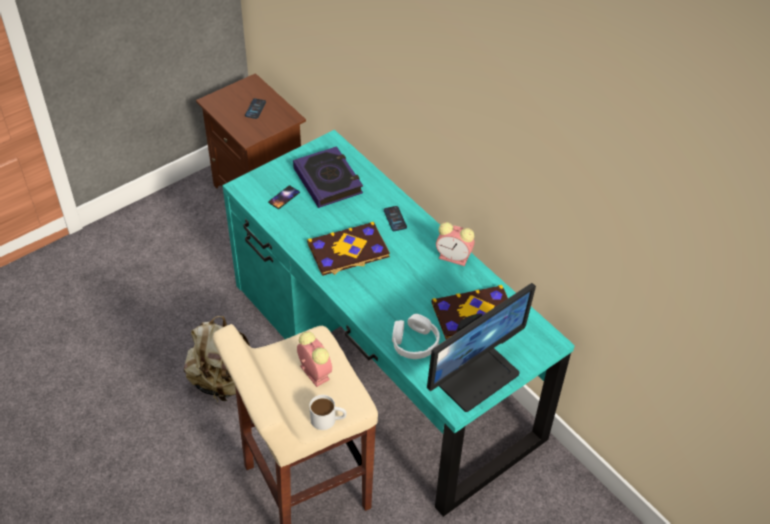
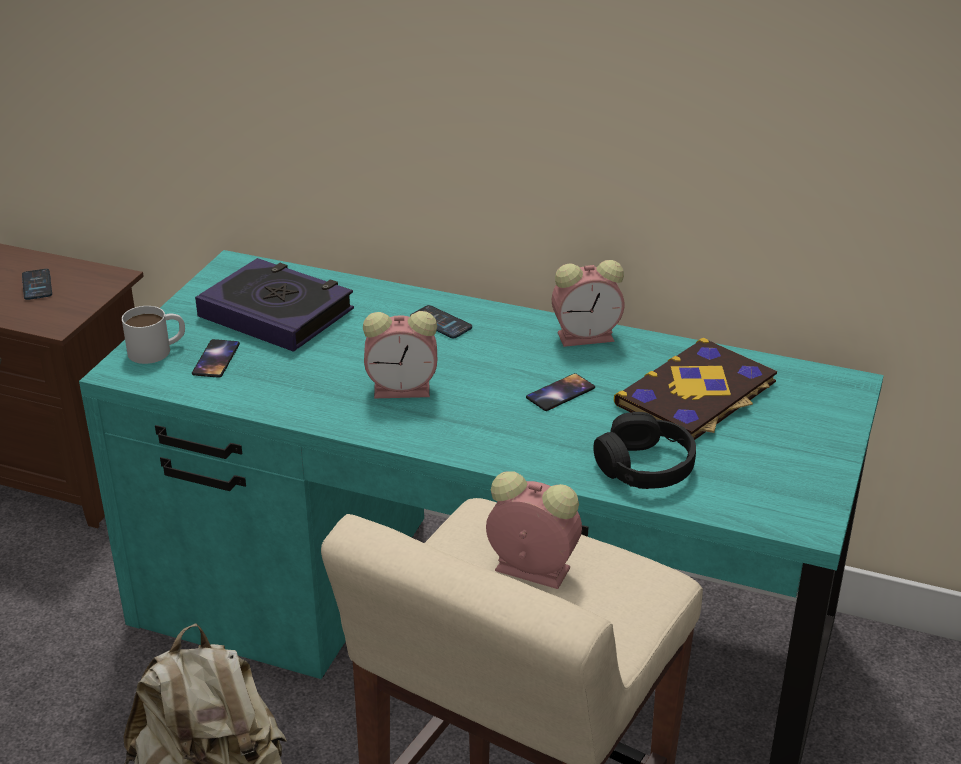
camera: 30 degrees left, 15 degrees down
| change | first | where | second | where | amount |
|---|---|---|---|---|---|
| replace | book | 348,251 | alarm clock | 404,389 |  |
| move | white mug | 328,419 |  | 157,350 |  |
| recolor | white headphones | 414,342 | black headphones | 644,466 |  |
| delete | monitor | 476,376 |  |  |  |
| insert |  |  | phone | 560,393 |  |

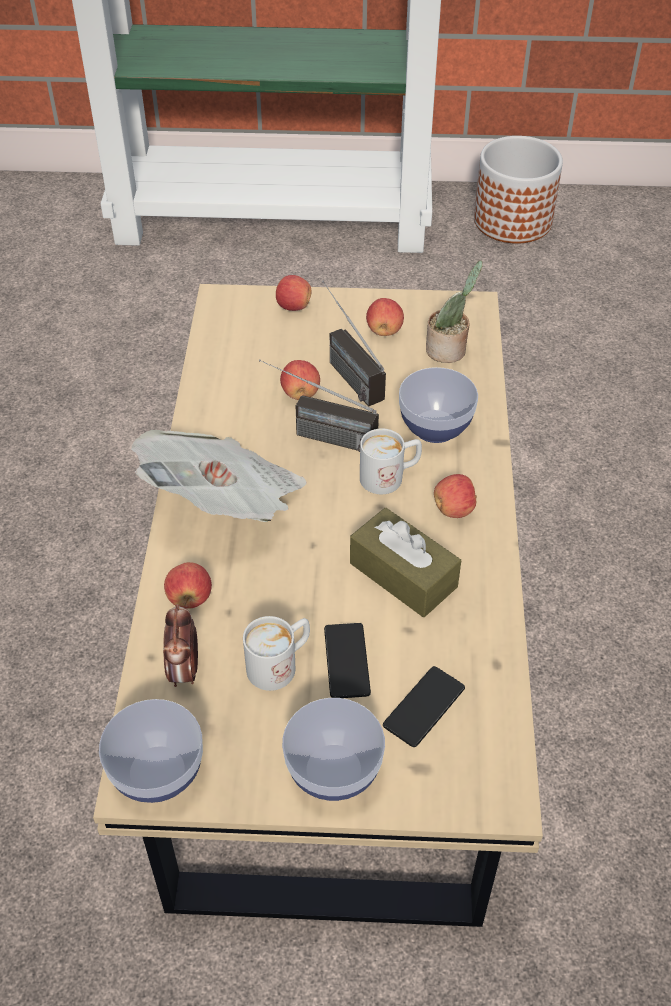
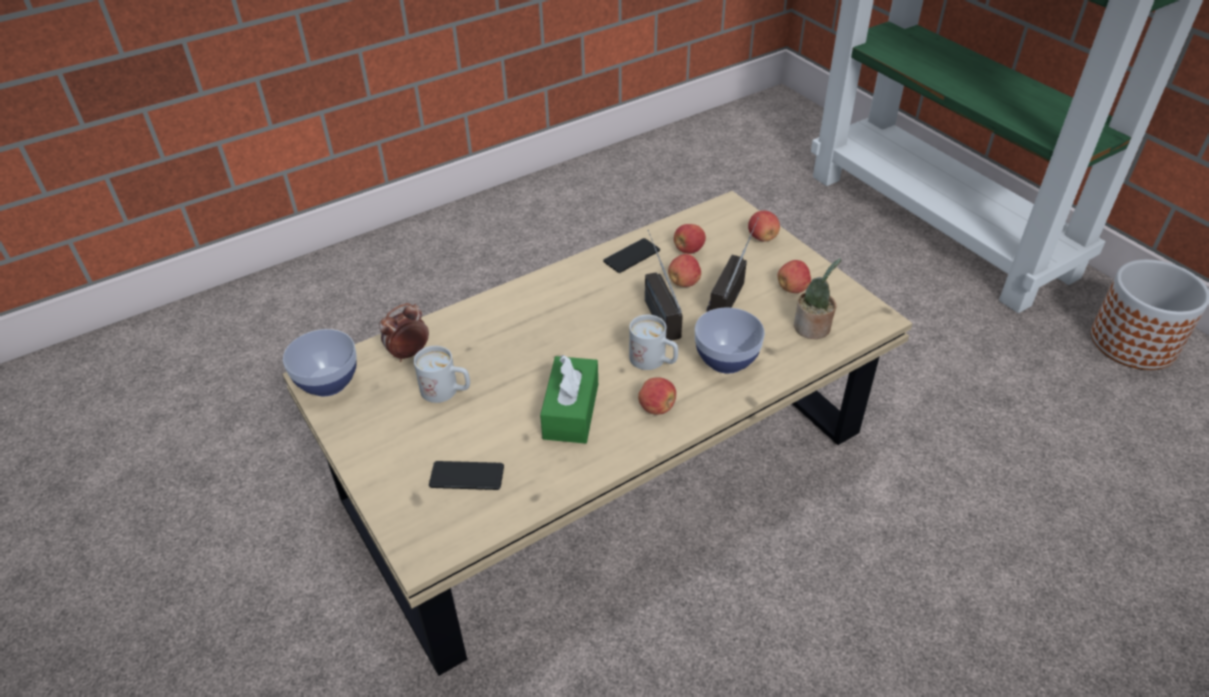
camera: 55 degrees right, 5 degrees down
| change | first | where | second | where | amount |
|---|---|---|---|---|---|
| delete | newspaper | 226,503 |  |  |  |
| move | apple | 190,598 |  | 688,250 |  |
| delete | bowl | 333,771 |  |  |  |
| move | phone | 347,661 |  | 631,256 |  |
| recolor | brown tissue box | 403,575 | green tissue box | 571,411 |  |

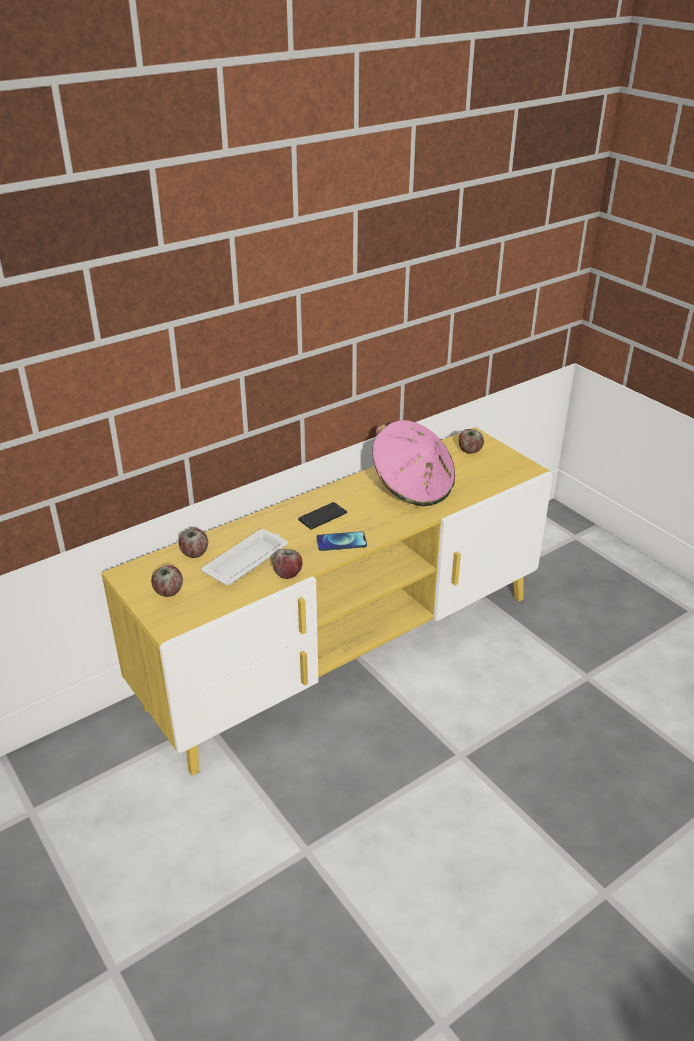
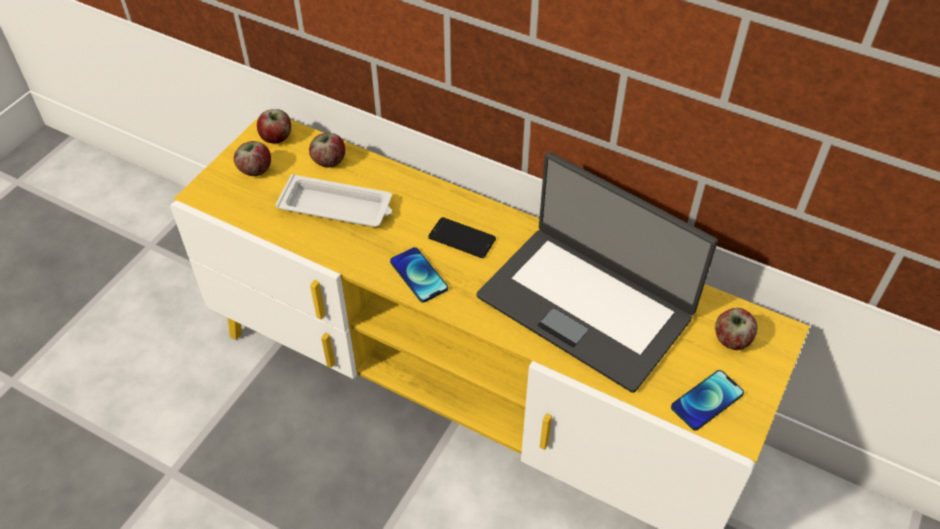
camera: 65 degrees right, 15 degrees up
| change | first | where | second | where | amount |
|---|---|---|---|---|---|
| move | apple | 288,574 |  | 277,138 |  |
| replace | pink hat | 412,487 | laptop | 586,305 |  |
| insert |  |  | phone | 707,400 |  |

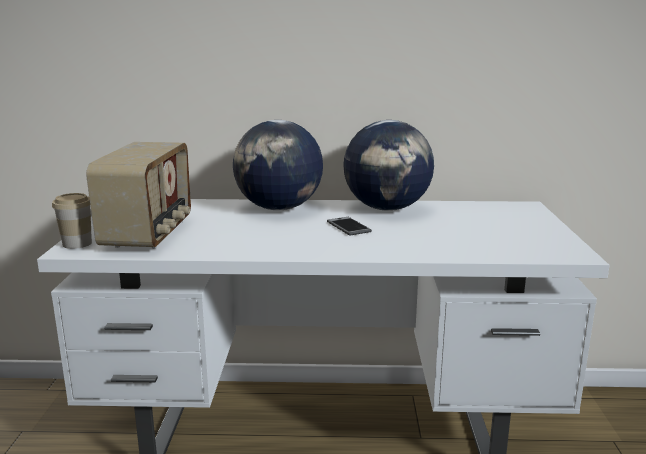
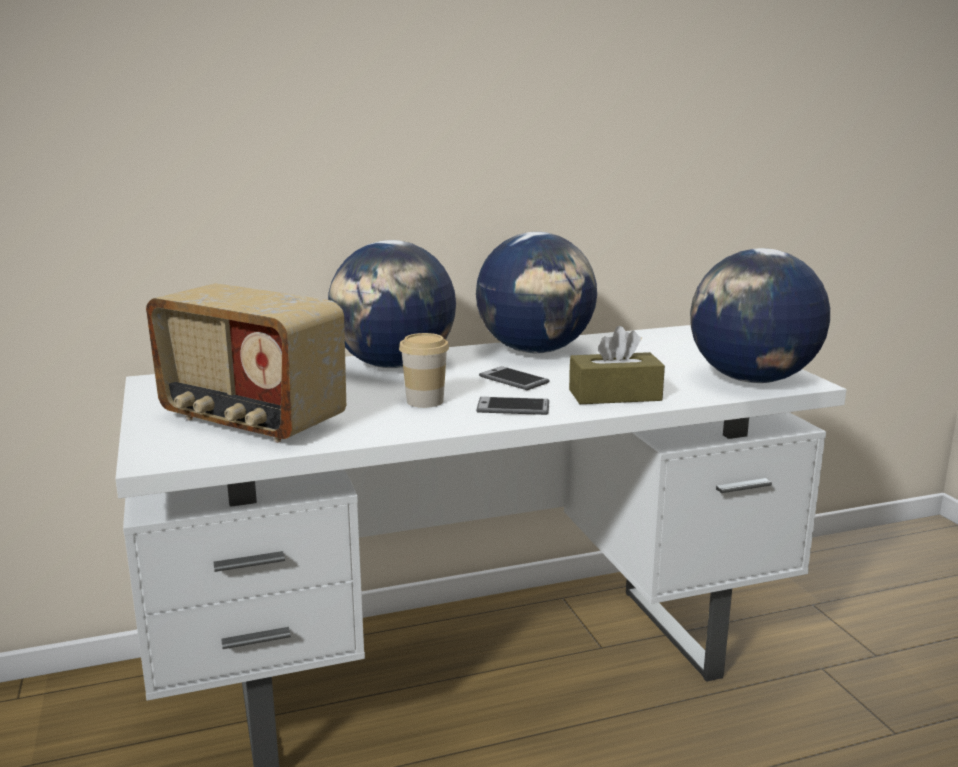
camera: 20 degrees left, 0 degrees up
| change | first | where | second | where | amount |
|---|---|---|---|---|---|
| move | cup | 77,243 |  | 425,401 |  |
| rotate | radio | 150,234 |  | 250,421 | 135 degrees clockwise |
| insert |  |  | phone | 513,407 |  |
| insert |  |  | brown tissue box | 615,395 |  |
| insert |  |  | globe | 751,379 |  |

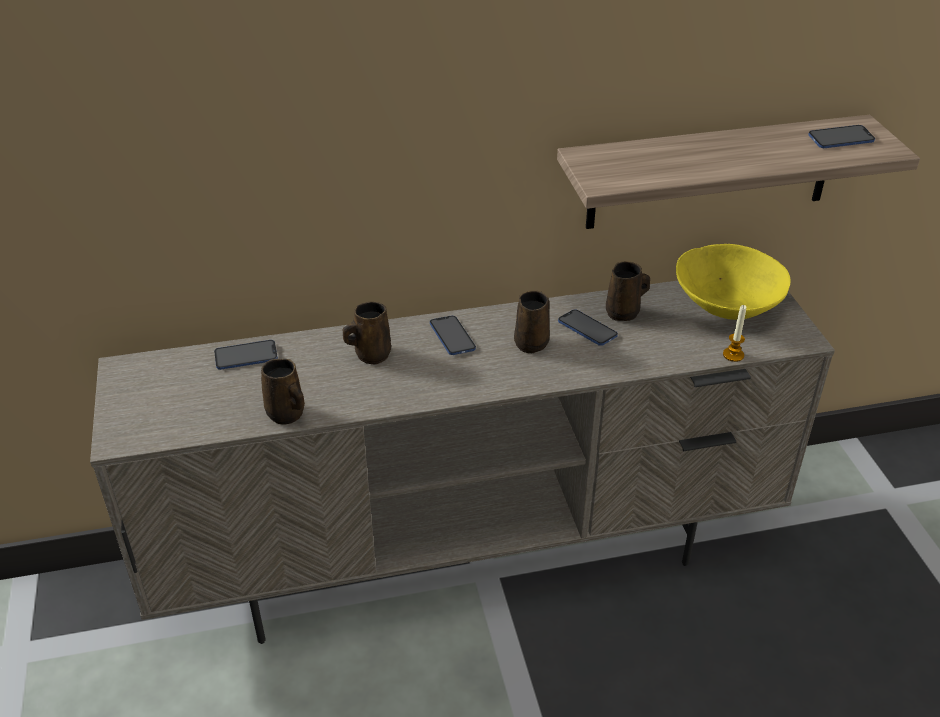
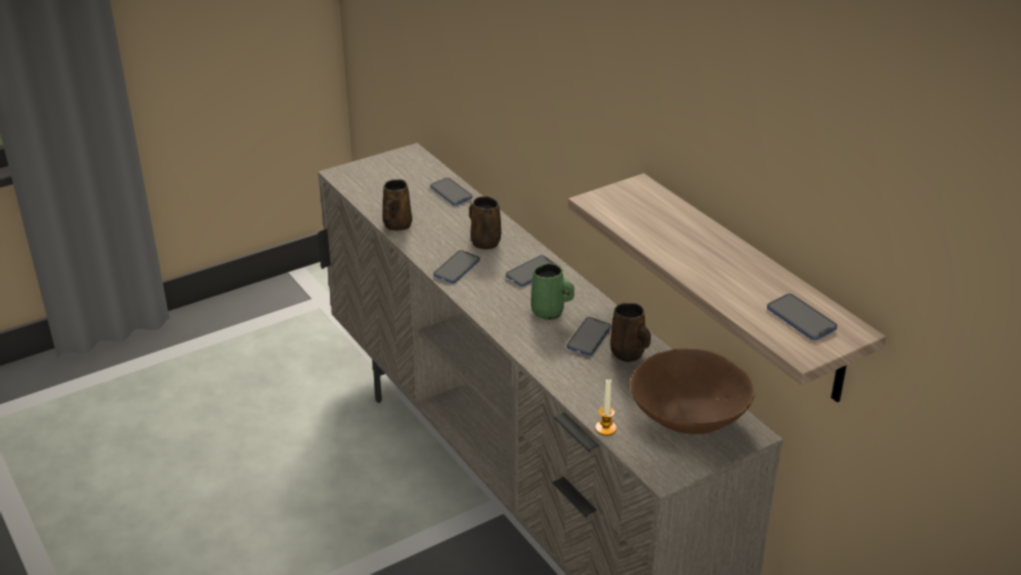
camera: 70 degrees right, 5 degrees down
| change | first | where | second | where | amount |
|---|---|---|---|---|---|
| recolor | brown mug | 532,342 | green mug | 549,313 |  |
| recolor | yellow bowl | 726,304 | brown bowl | 689,415 |  |
| insert |  |  | phone | 457,268 |  |

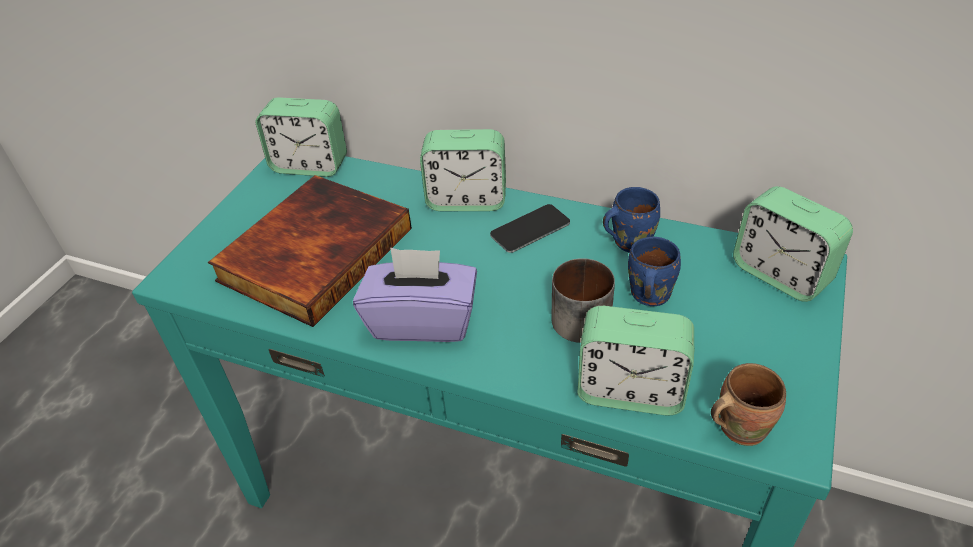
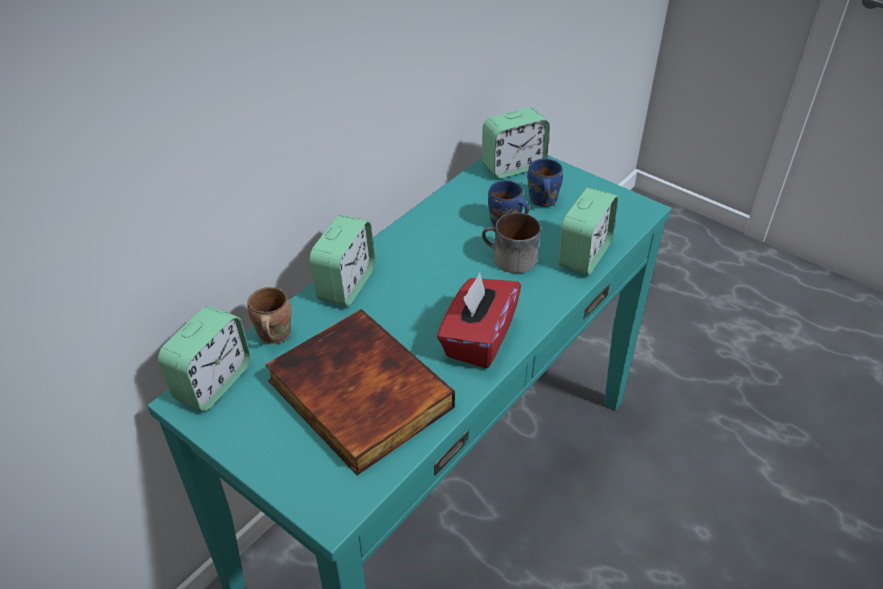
camera: 75 degrees left, 0 degrees up
| change | first | where | second | where | amount |
|---|---|---|---|---|---|
| recolor | purple tissue box | 422,320 | red tissue box | 478,338 |  |
| delete | phone | 530,229 |  |  |  |
| move | blue mug | 628,241 |  | 541,201 |  |
| move | brown mug | 738,426 |  | 272,335 |  |

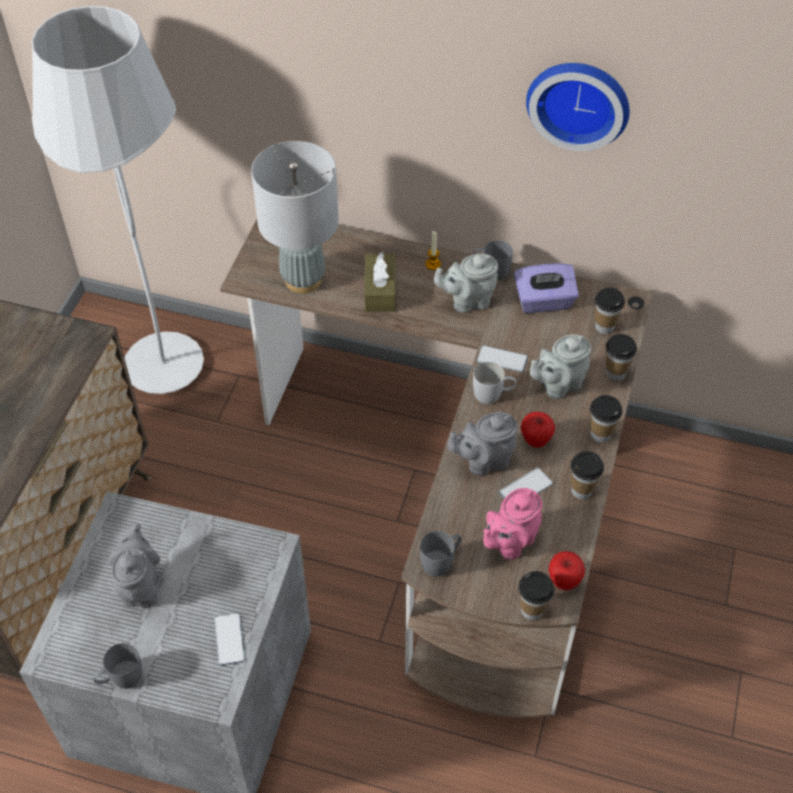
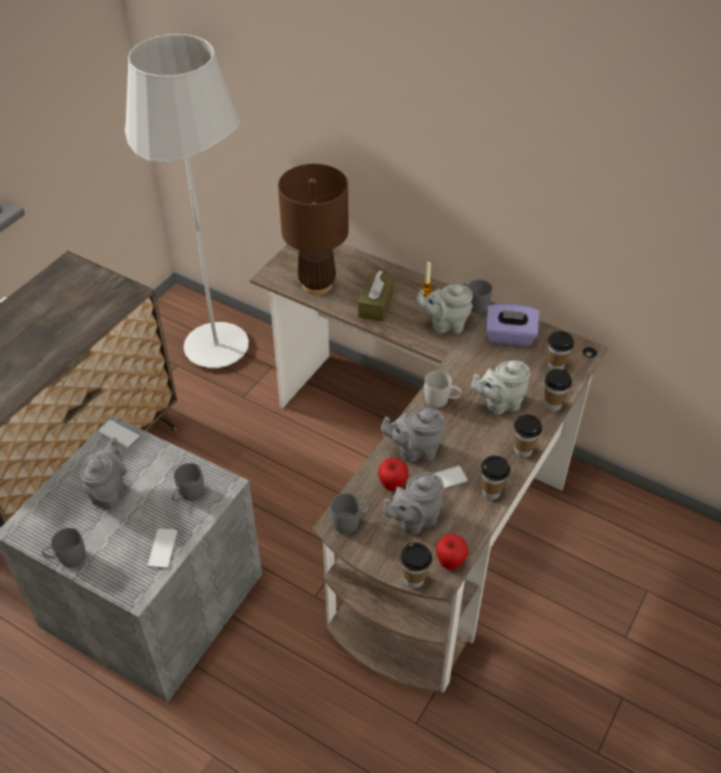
camera: 15 degrees right, 5 degrees down
| change | first | where | second | where | amount |
|---|---|---|---|---|---|
| recolor | grey table lamp | 303,280 | brown table lamp | 317,285 |  |
| move | phone | 502,359 |  | 119,434 |  |
| recolor | pink teapot | 509,542 | grey teapot | 414,520 |  |
| move | apple | 535,440 |  | 392,485 |  |
| delete | wall clock | 579,101 |  |  |  |
| insert |  |  | grey mug | 188,495 |  |

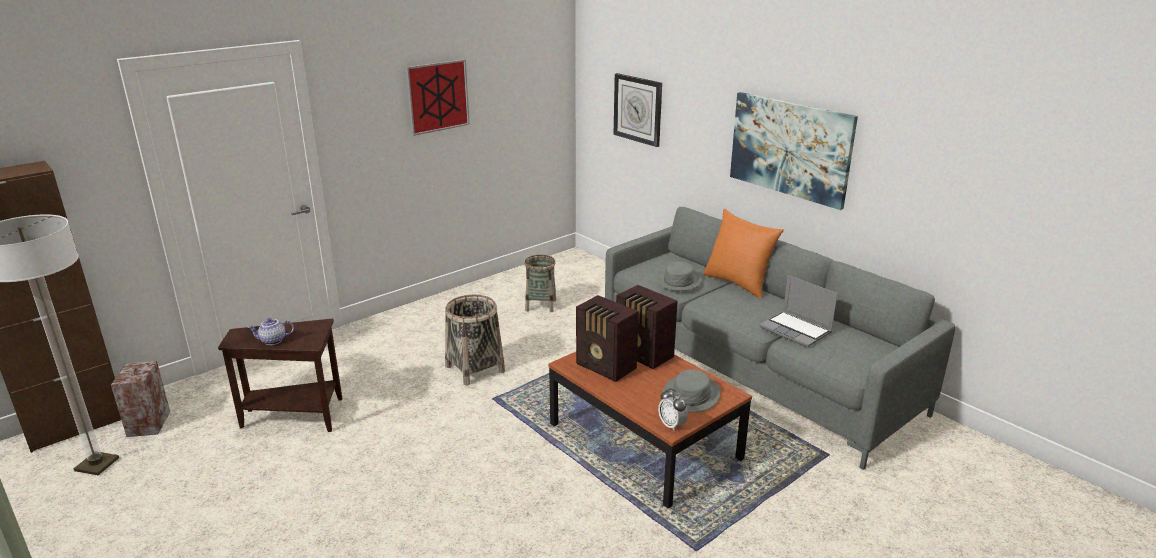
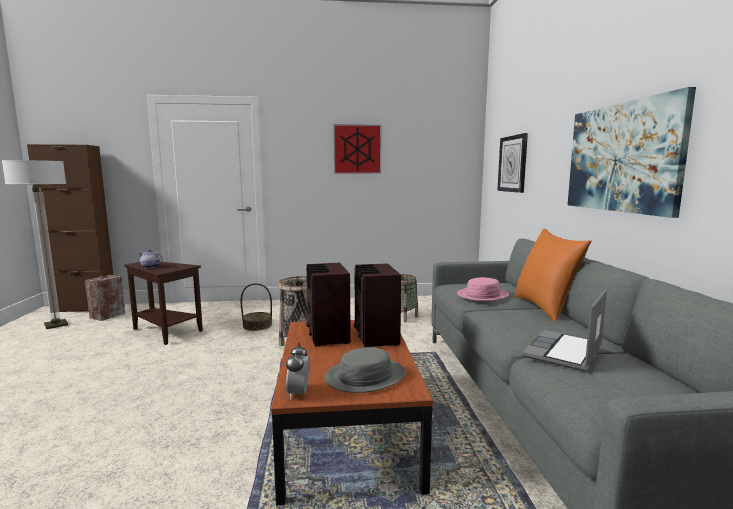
camera: 35 degrees right, 15 degrees down
| change | first | where | second | where | amount |
|---|---|---|---|---|---|
| recolor | grey hat | 679,280 | pink hat | 483,295 |  |
| rotate | laptop | 796,330 |  | 564,352 | 45 degrees clockwise |
| insert |  |  | basket | 257,325 |  |

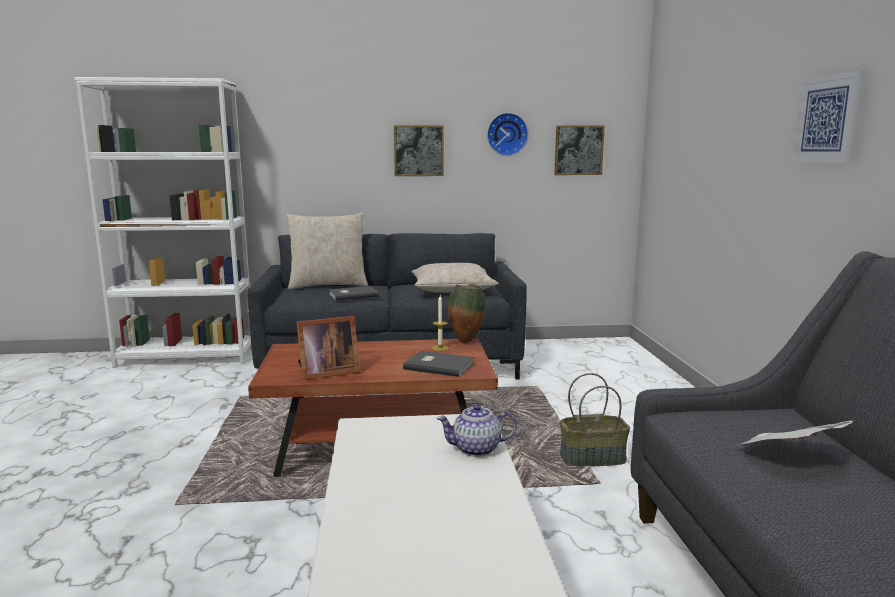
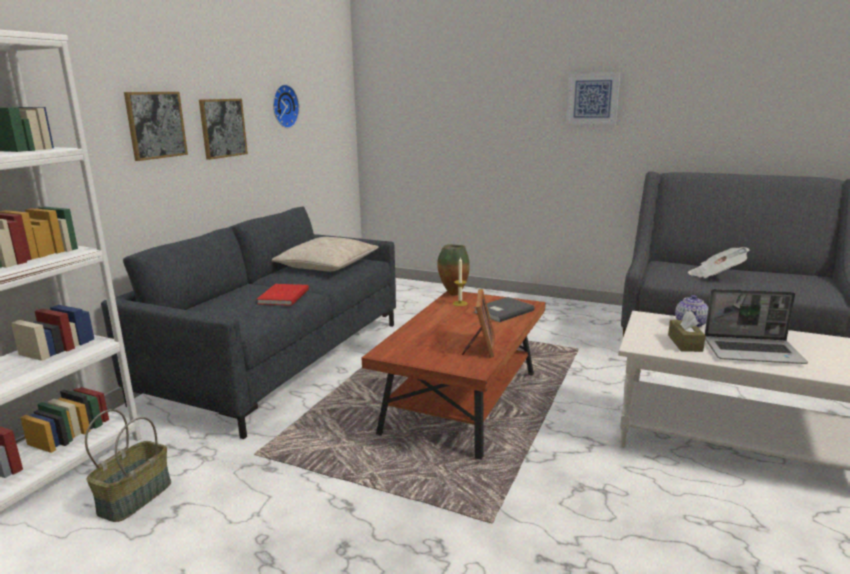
camera: 60 degrees left, 5 degrees up
| change | first | where | second | where | amount |
|---|---|---|---|---|---|
| delete | beige pillow | 328,285 |  |  |  |
| recolor | grey book | 352,295 | red book | 281,297 |  |
| move | picture | 578,150 |  | 156,125 |  |
| move | basket | 592,458 |  | 135,497 |  |
| insert |  |  | brown tissue box | 685,343 |  |
| insert |  |  | laptop | 753,352 |  |

